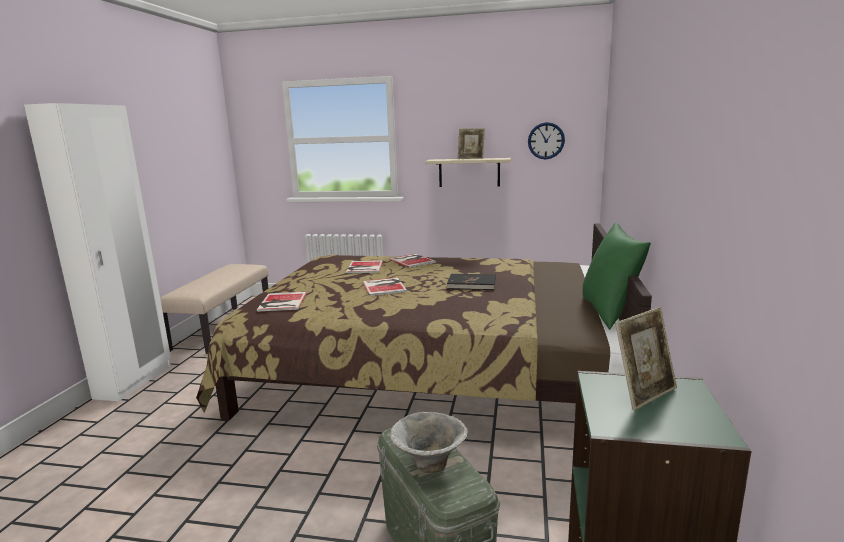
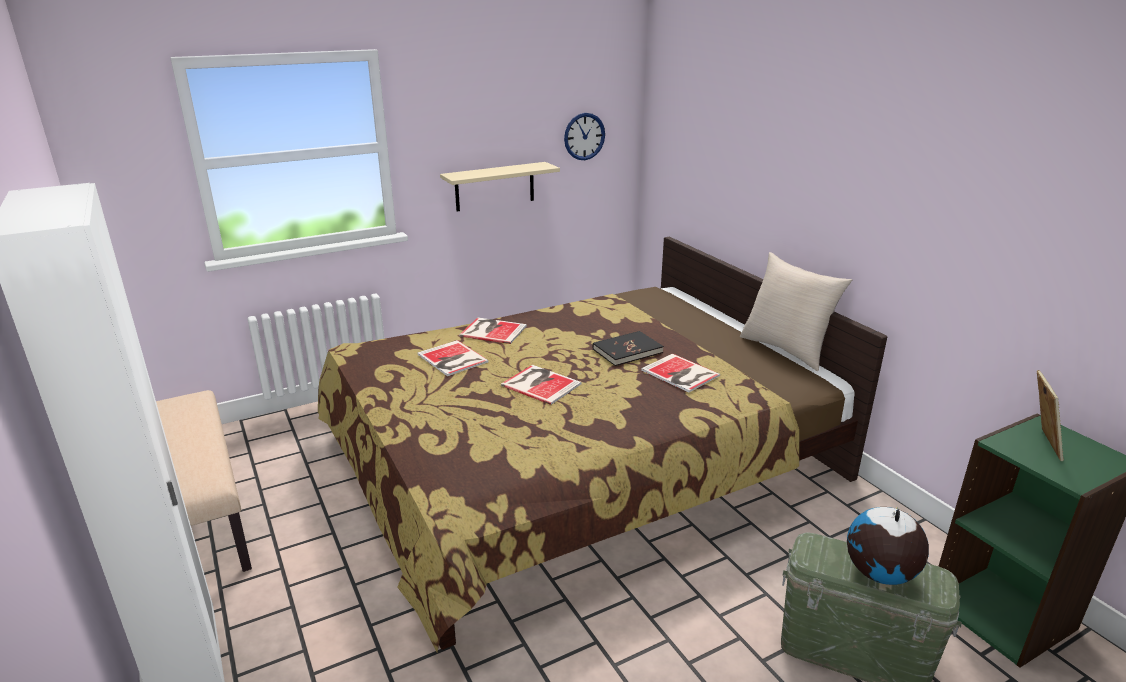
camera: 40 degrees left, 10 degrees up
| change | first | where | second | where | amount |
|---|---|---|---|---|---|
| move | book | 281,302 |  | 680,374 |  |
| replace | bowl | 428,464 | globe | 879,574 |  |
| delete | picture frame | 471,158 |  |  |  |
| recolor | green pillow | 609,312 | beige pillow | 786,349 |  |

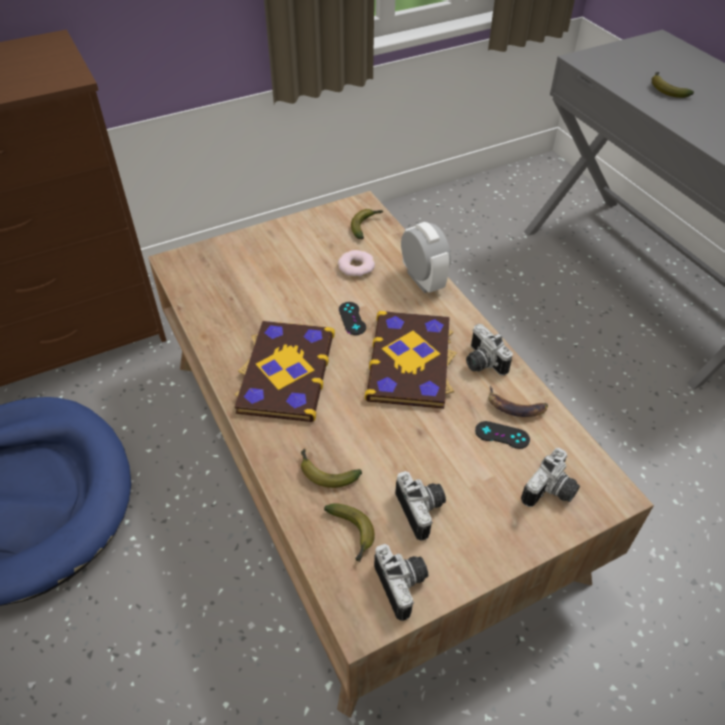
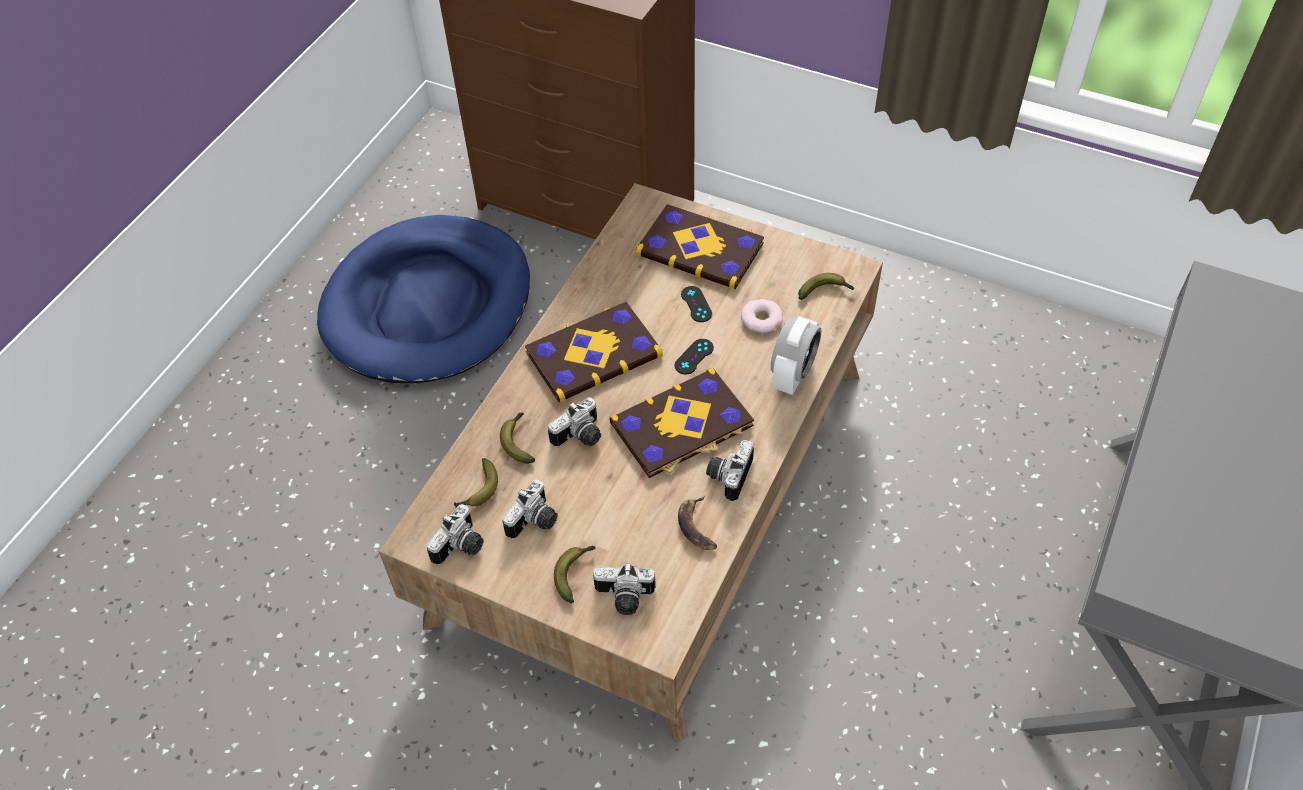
camera: 55 degrees right, 5 degrees up
| change | first | where | second | where | amount |
|---|---|---|---|---|---|
| move | black game controller | 502,435 |  | 696,304 |  |
| move | banana | 666,89 |  | 574,573 |  |
| insert |  |  | photo camera | 580,437 |  |
| insert |  |  | book | 700,248 |  |

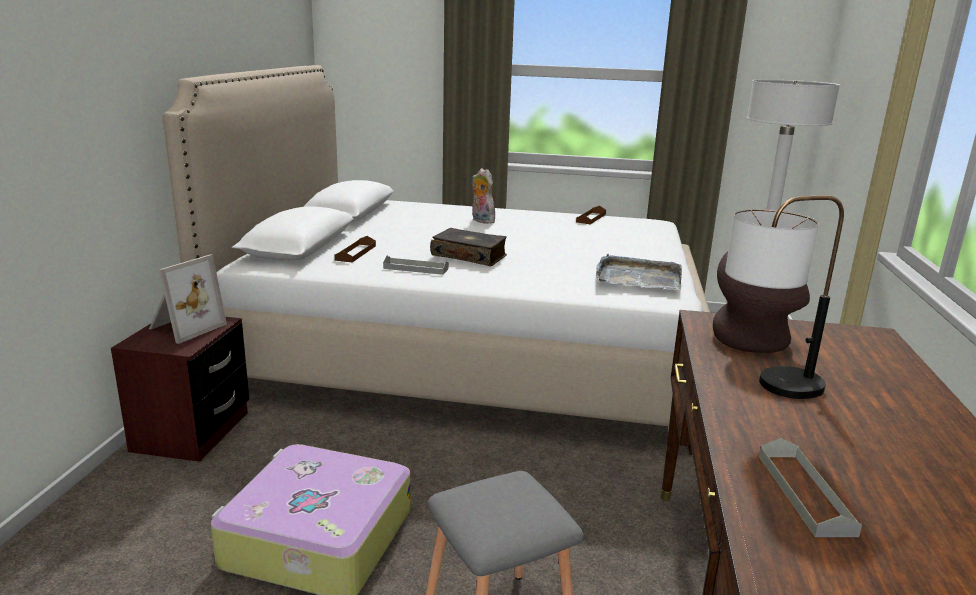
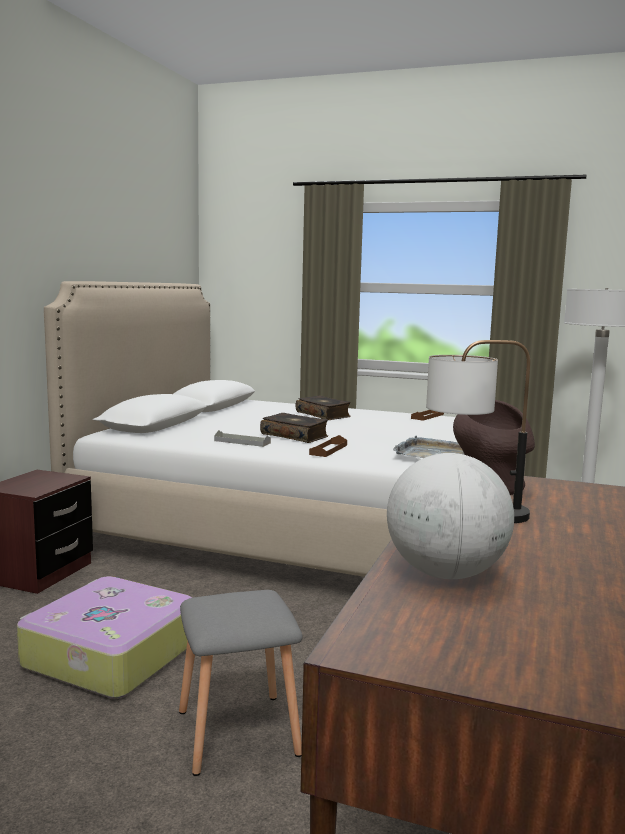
camera: 10 degrees right, 10 degrees down
| change | first | where | second | where | amount |
|---|---|---|---|---|---|
| delete | picture frame | 184,327 |  |  |  |
| move | brown tray | 356,253 |  | 328,450 |  |
| replace | plush toy | 481,221 | book | 323,415 |  |
| replace | grey tray | 804,493 | globe | 446,574 |  |

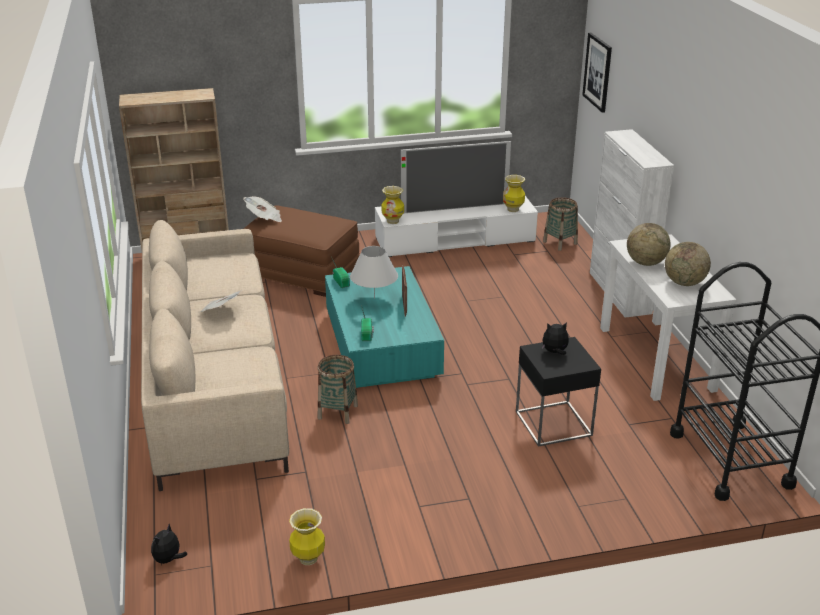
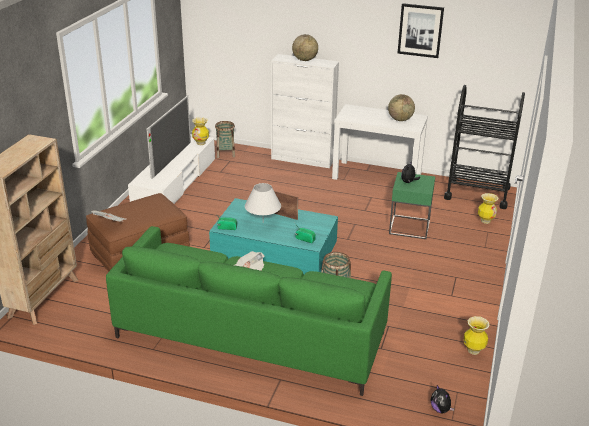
camera: 60 degrees left, 0 degrees up
| change | first | where | second | where | amount |
|---|---|---|---|---|---|
| recolor | beige sofa | 215,383 | green sofa | 251,335 |  |
| move | vase | 393,221 |  | 485,221 |  |
| recolor | black side table | 553,423 | green side table | 409,227 |  |
| move | picture | 598,72 |  | 420,30 |  |
| move | globe | 645,263 |  | 304,60 |  |

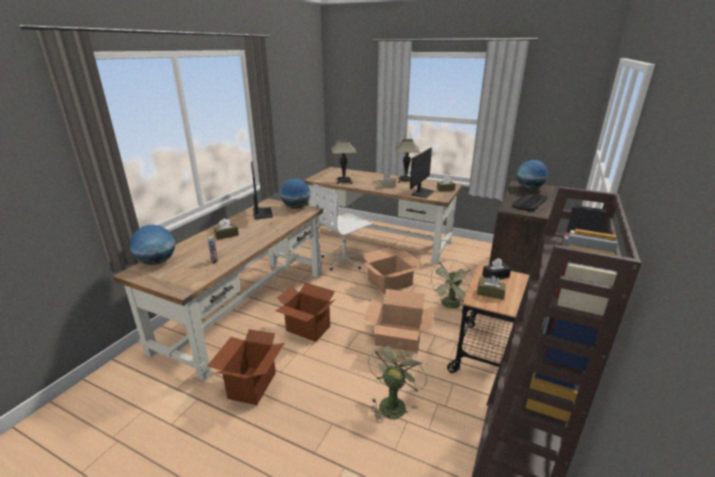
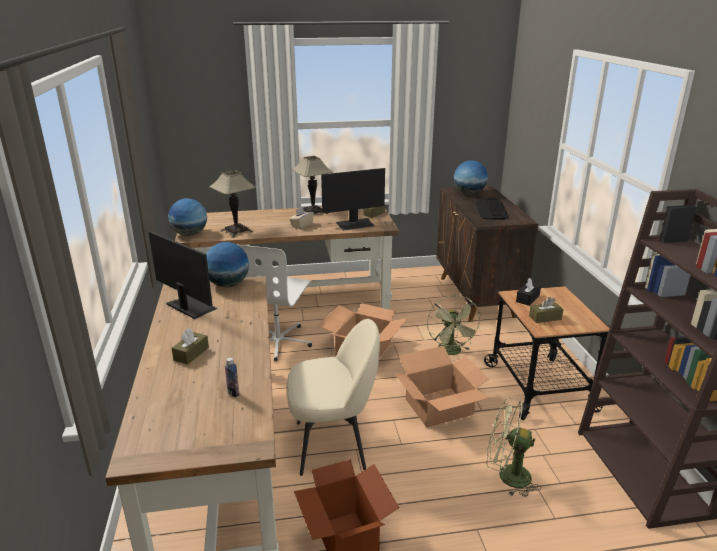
camera: 35 degrees left, 0 degrees up
| change | first | where | second | where | amount |
|---|---|---|---|---|---|
| move | globe | 157,262 |  | 190,234 |  |
| replace | cardboard box | 308,329 | beige chair | 333,444 |  |
| rotate | green fan | 393,403 |  | 507,476 | 60 degrees counterclockwise |
| rotate | monitor | 422,193 |  | 355,224 | 75 degrees clockwise |

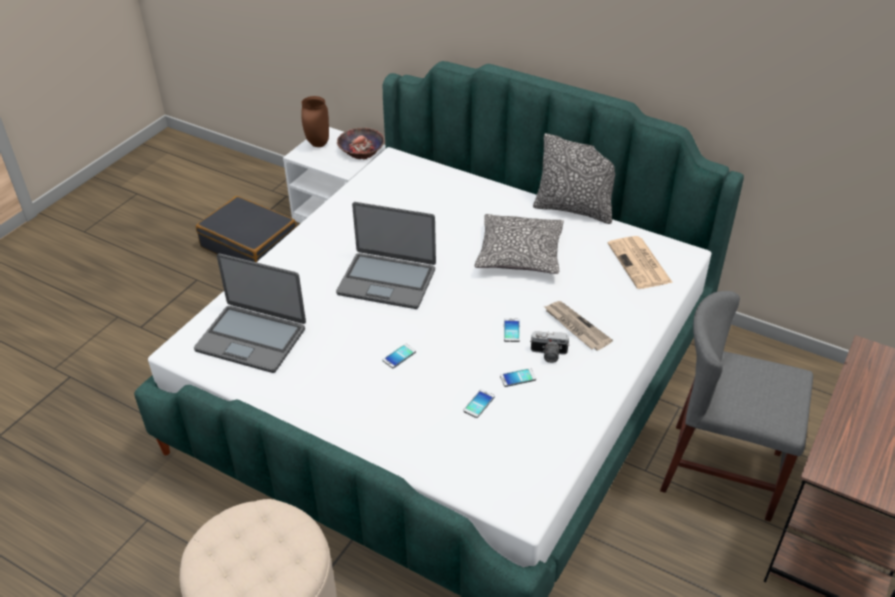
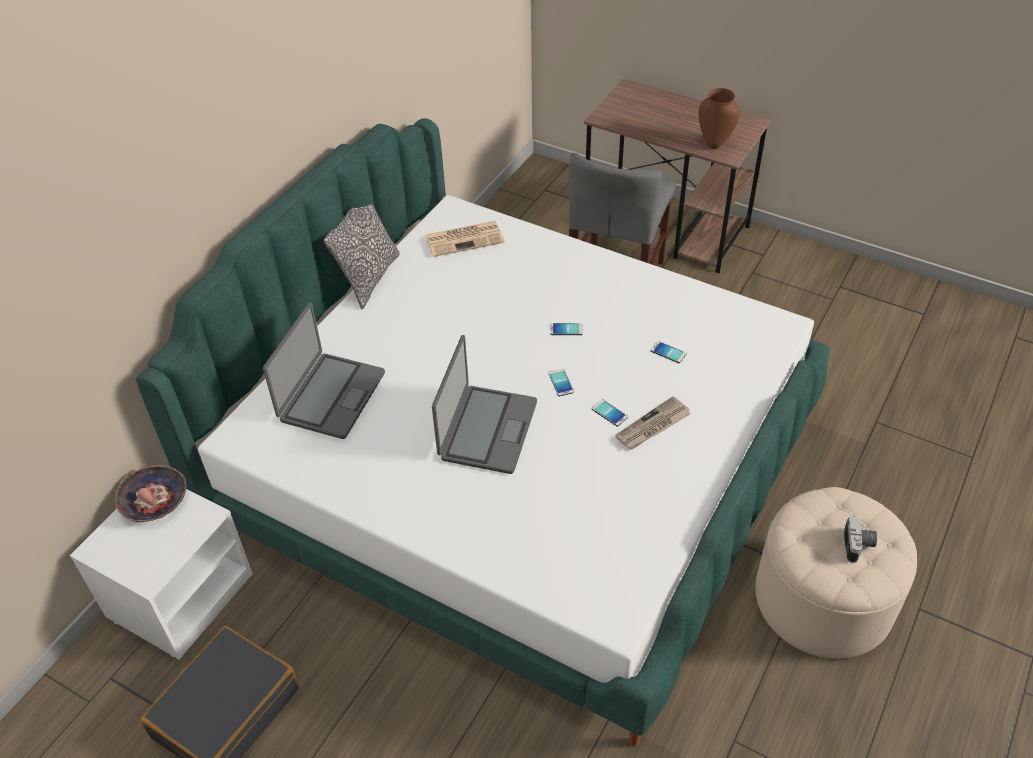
camera: 90 degrees left, 5 degrees up
| change | first | where | second | where | amount |
|---|---|---|---|---|---|
| move | laptop | 252,338 |  | 331,396 |  |
| move | brown vase | 317,144 |  | 714,145 |  |
| delete | pillow | 519,254 |  |  |  |
| move | phone | 518,378 |  | 561,383 |  |
| move | photo camera | 548,354 |  | 858,546 |  |
| move | newspaper | 576,327 |  | 653,426 |  |

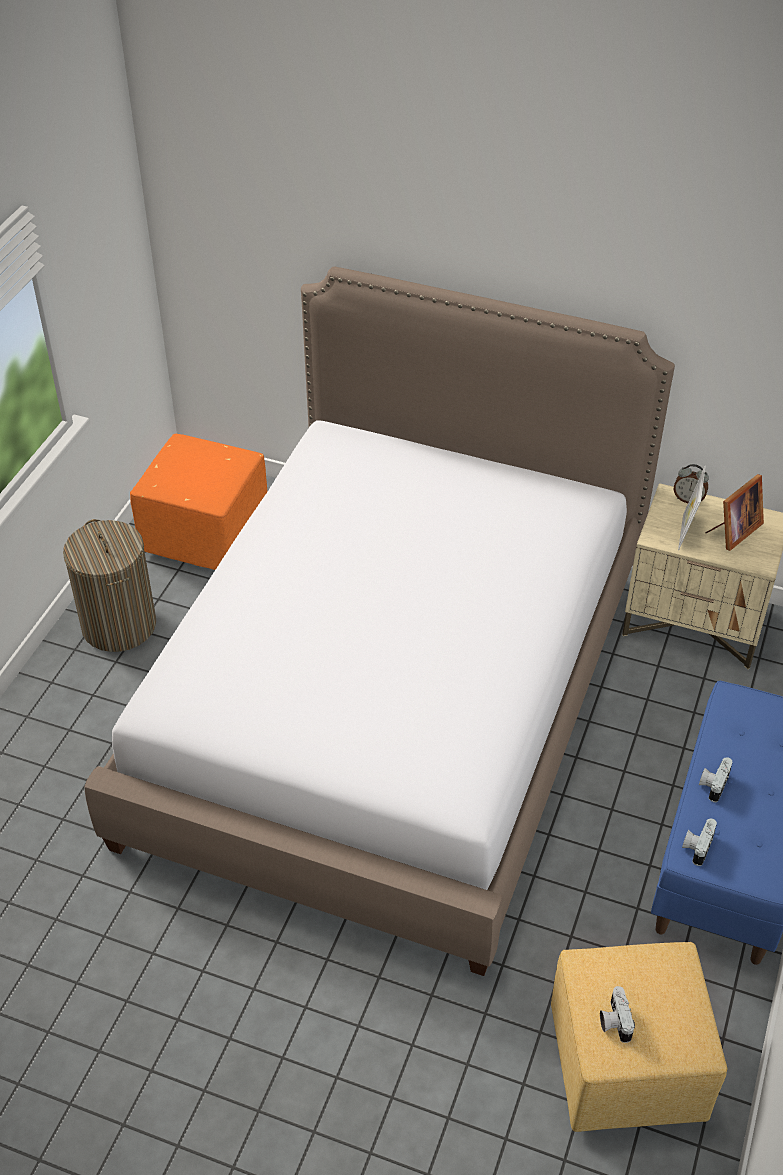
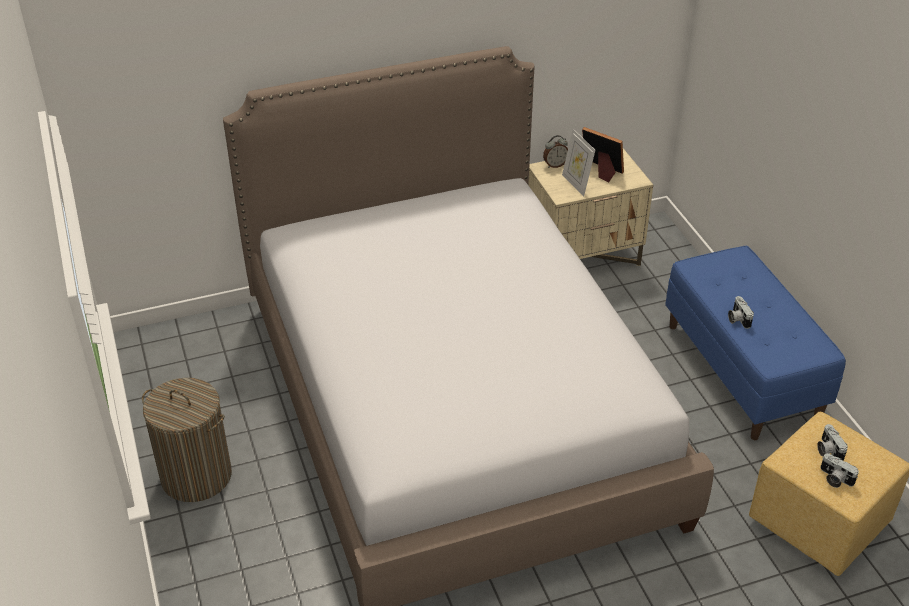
camera: 40 degrees left, 5 degrees down
| change | first | where | second | where | amount |
|---|---|---|---|---|---|
| delete | orange ottoman | 207,535 |  |  |  |
| move | photo camera | 697,846 |  | 827,450 |  |
| rotate | picture frame | 733,532 |  | 601,170 | 60 degrees counterclockwise |

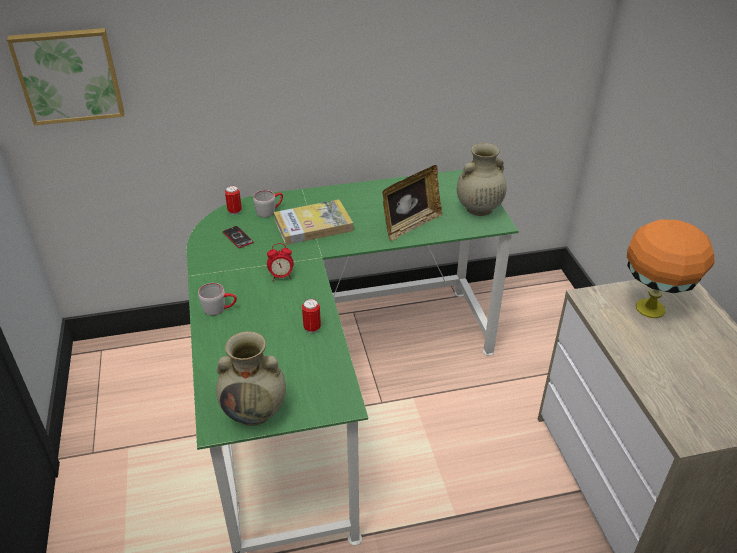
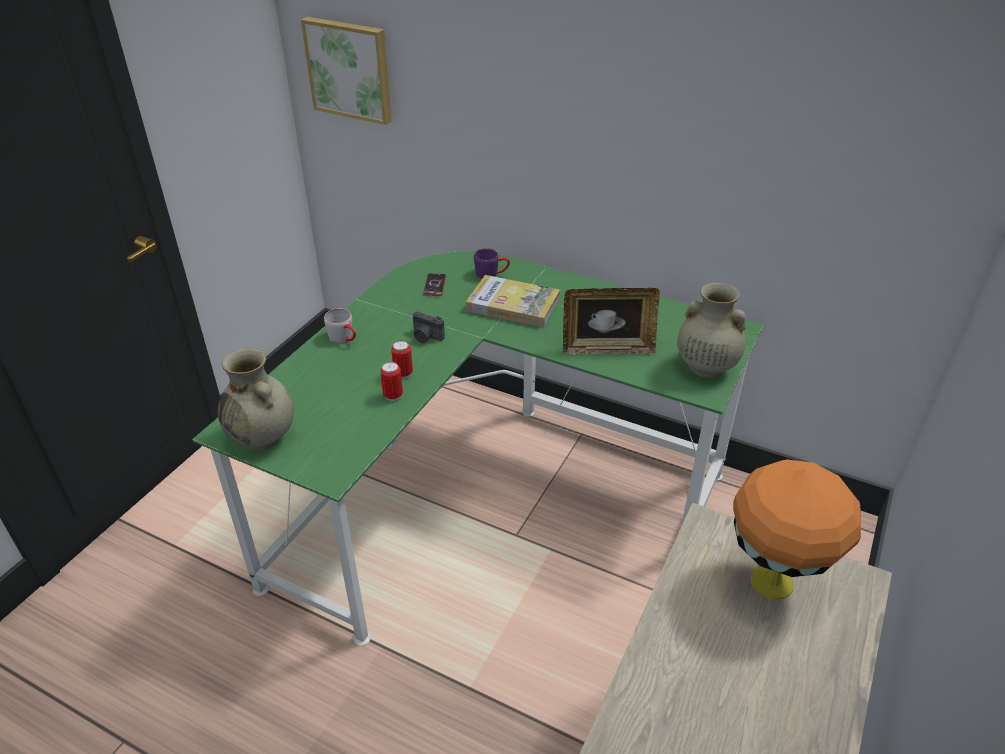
camera: 40 degrees right, 0 degrees up
| change | first | where | second | where | amount |
|---|---|---|---|---|---|
| move | can | 234,211 |  | 403,373 |  |
| recolor | grey mug | 269,210 | purple mug | 492,273 |  |
| replace | alarm clock | 281,276 | photo camera | 426,337 |  |

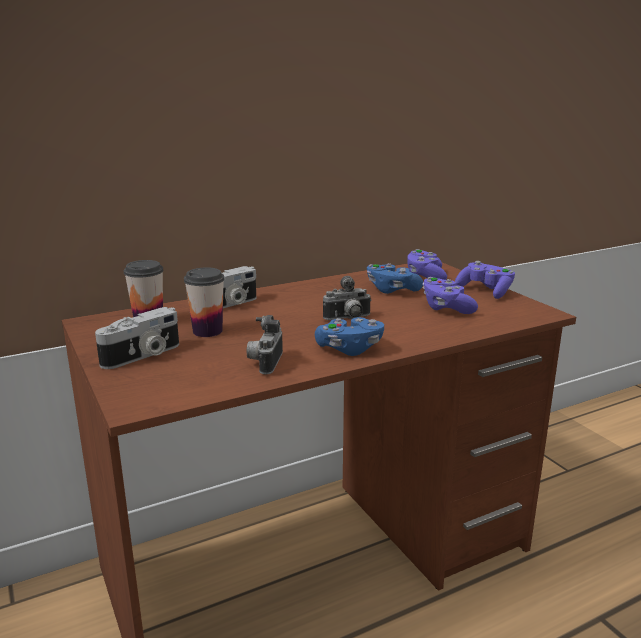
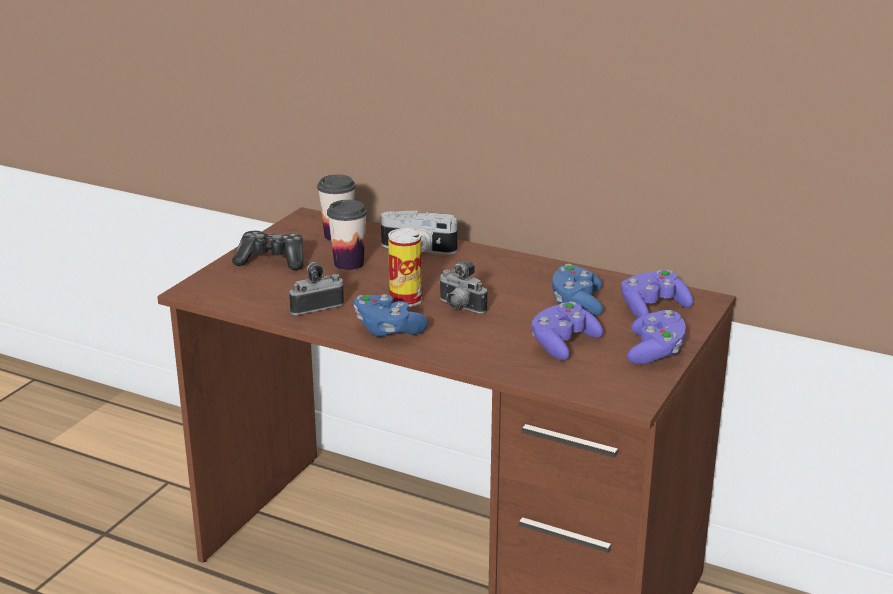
camera: 55 degrees right, 5 degrees up
| change | first | where | second | where | amount |
|---|---|---|---|---|---|
| replace | photo camera | 143,356 | game controller | 272,261 |  |
| insert |  |  | can | 405,299 |  |

